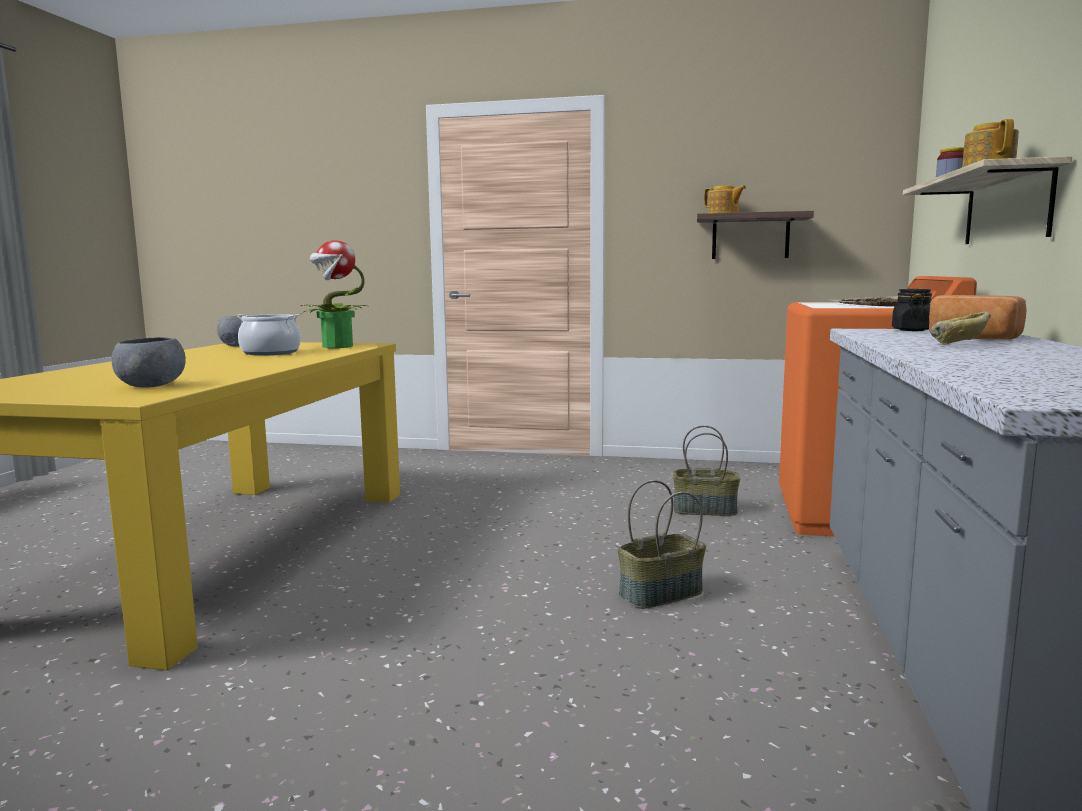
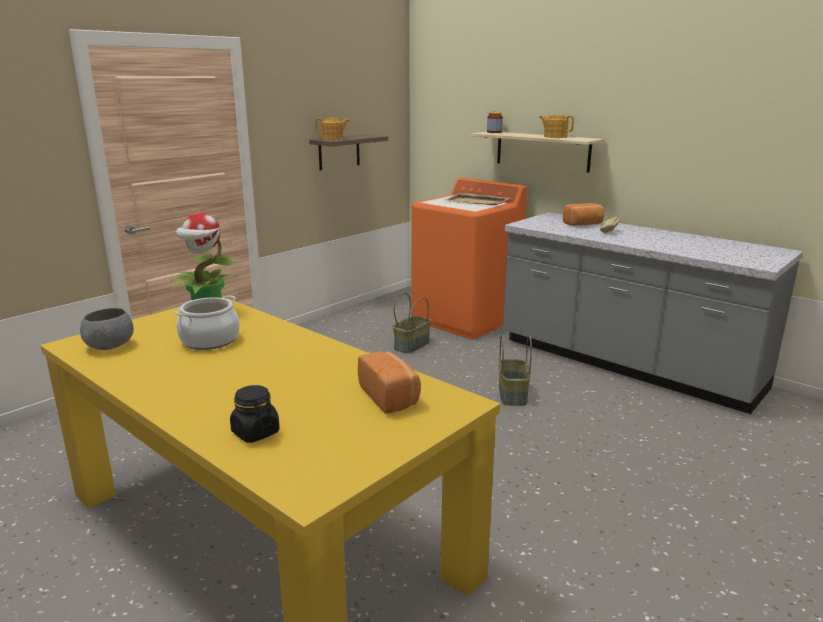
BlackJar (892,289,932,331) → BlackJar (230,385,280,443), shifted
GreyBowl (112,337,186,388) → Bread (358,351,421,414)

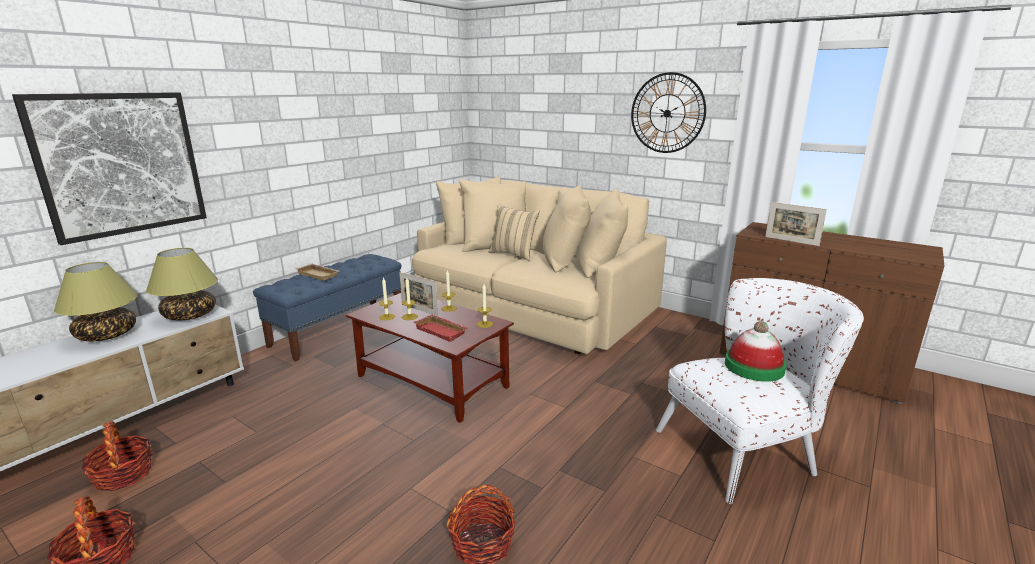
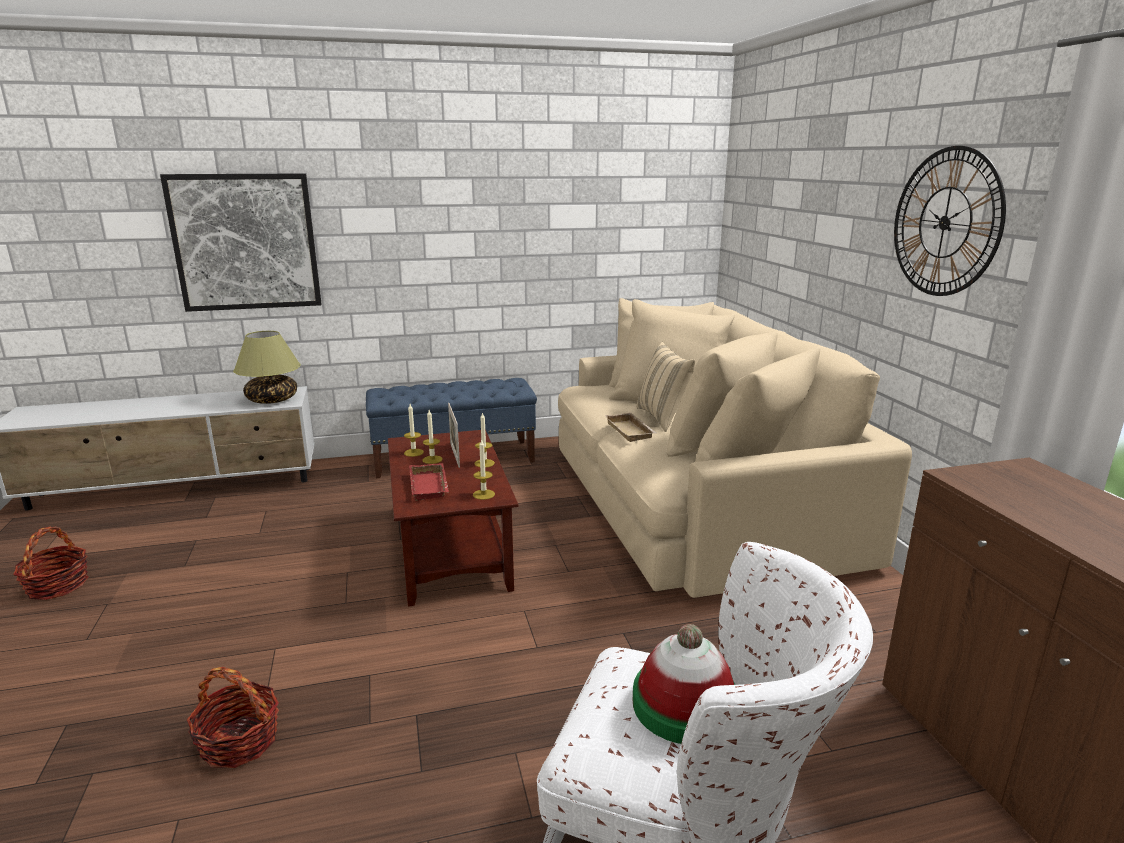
TableLamp (54,262,138,341) → -
Basket (82,421,153,491) → -
PictureFrame (765,202,827,246) → -
BeigeTray (295,264,339,281) → BeigeTray (605,413,656,442), shifted

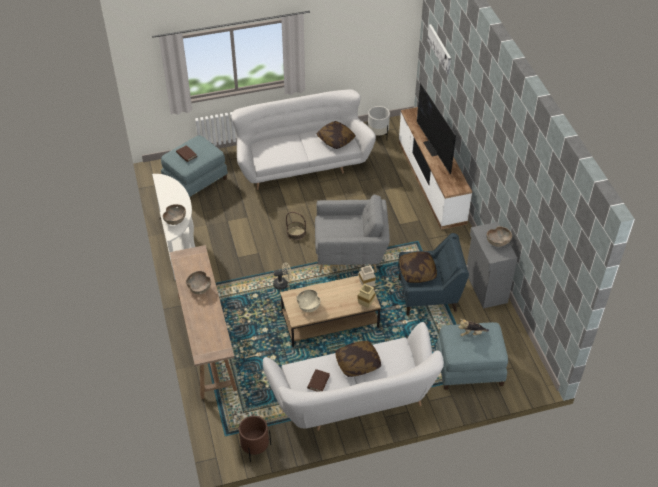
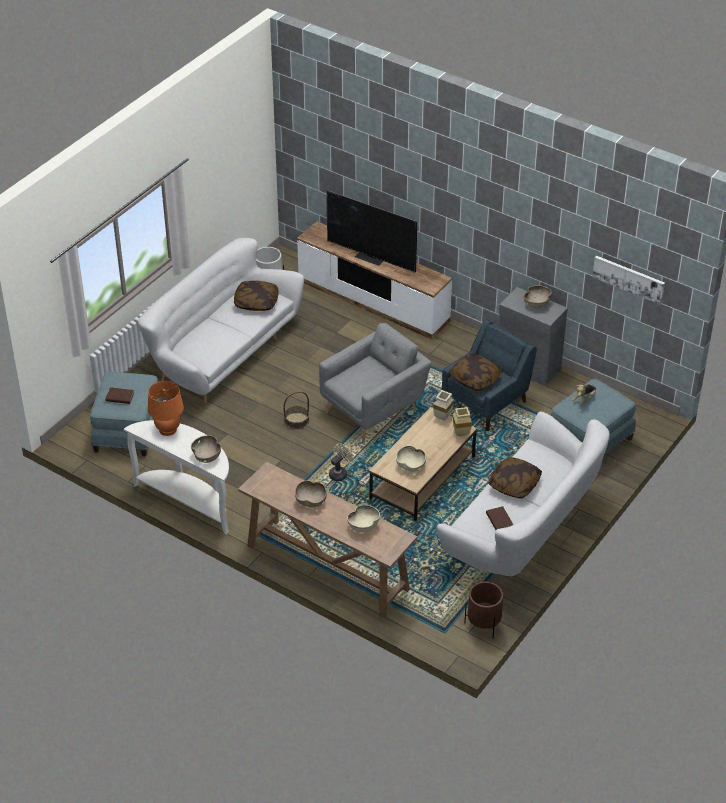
- → OrangeTableLamp (148,381,184,436)
- → BeigeBowl (347,505,380,532)
Picture (427,24,451,74) → Picture (592,256,665,305), shifted

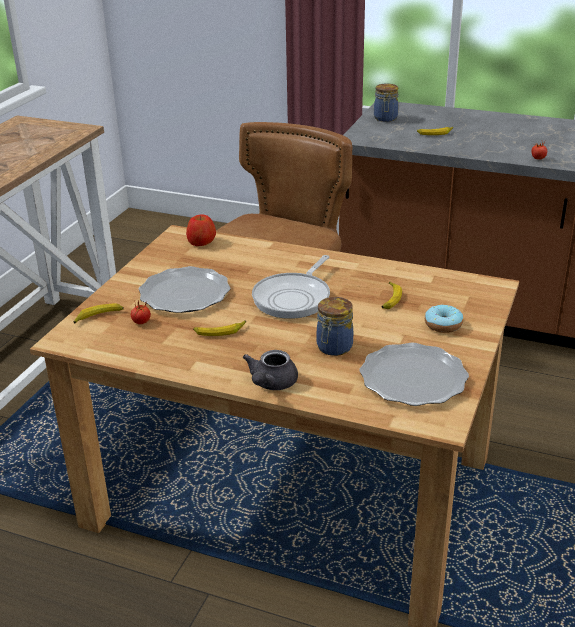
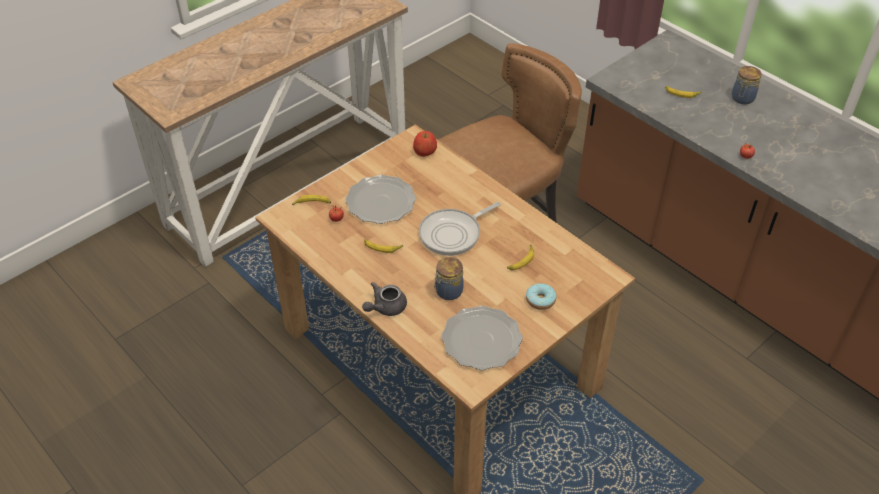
Jar (374,84,398,122) → Jar (732,66,762,104), shifted

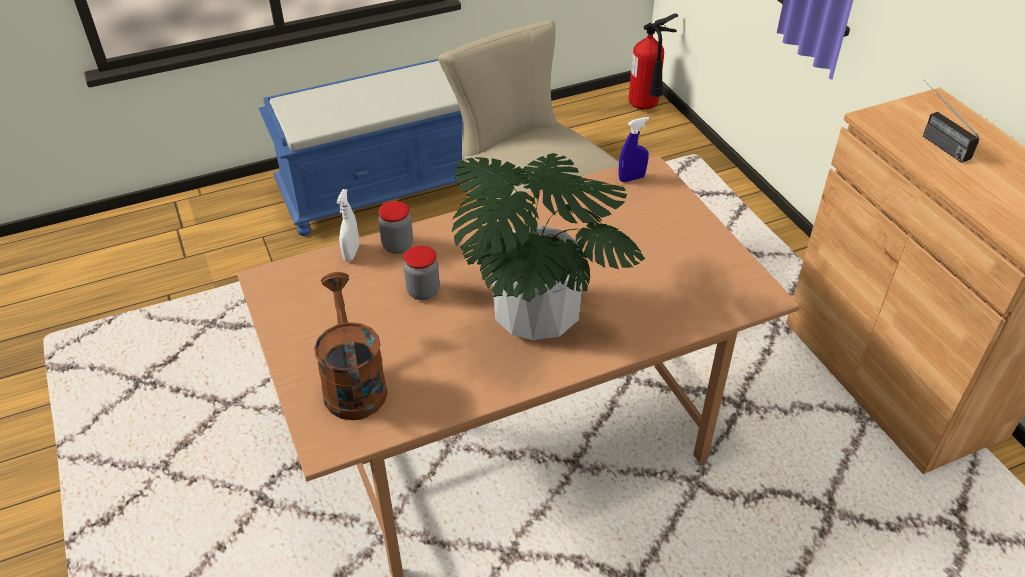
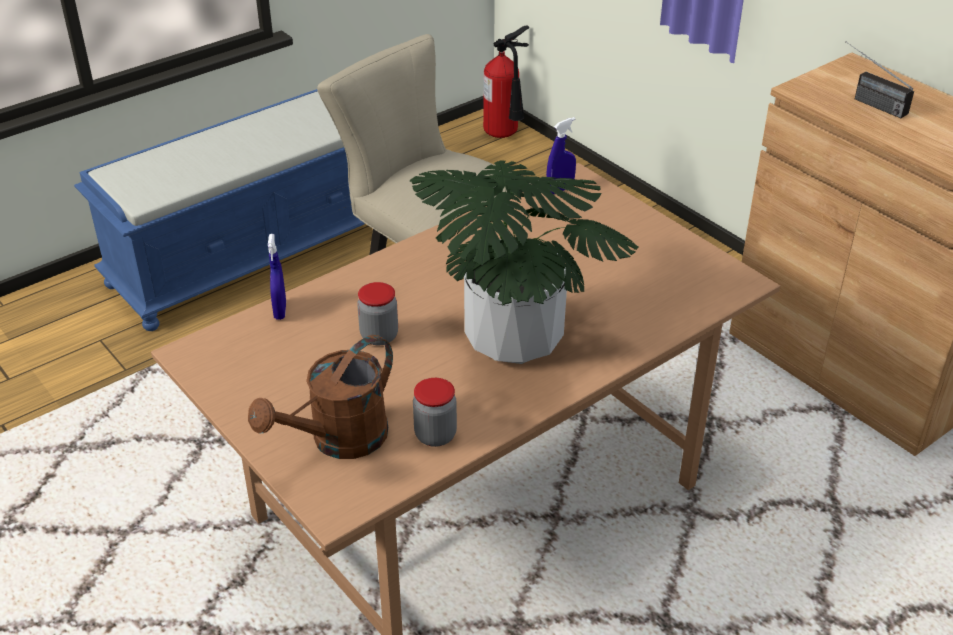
Jar (378,201,413,254) → Jar (413,378,457,447), shifted
WhiteSprayBottle (336,189,359,262) → BlueSprayBottle (268,234,286,320)
BrownWateringCan (314,272,387,420) → BrownWateringCan (248,335,393,459), 105 degrees counterclockwise

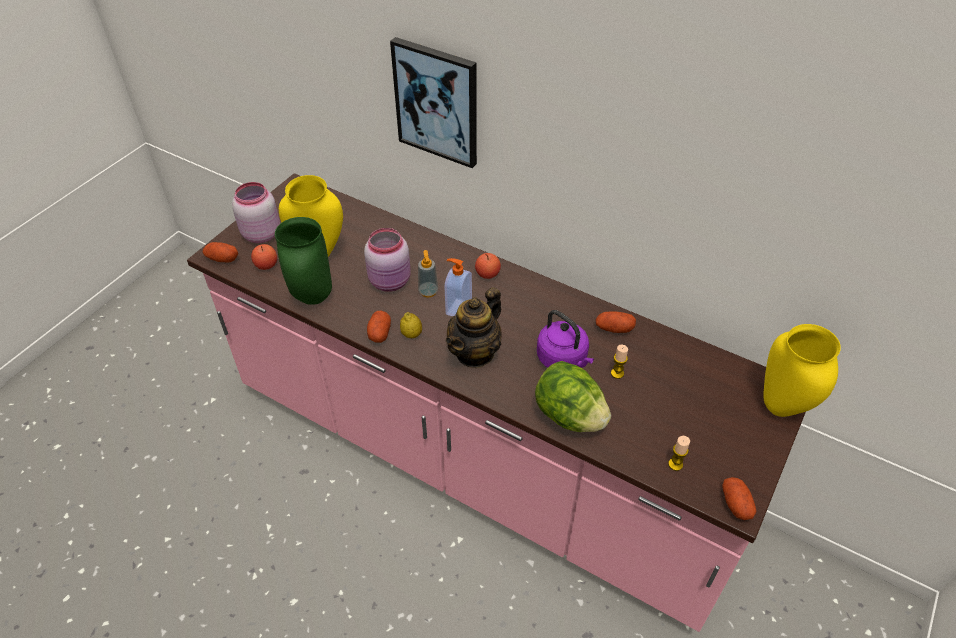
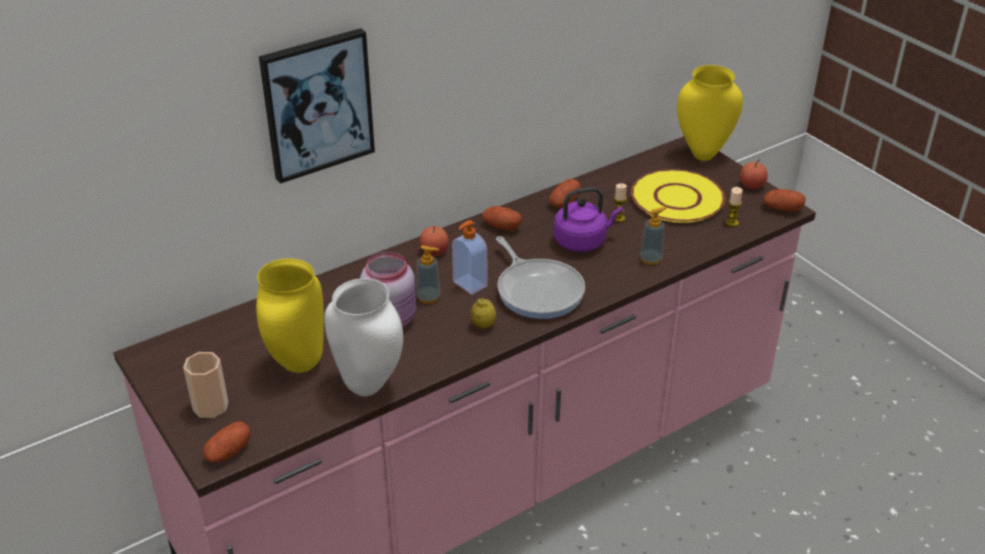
- → YellowPlate (631,169,725,223)
Apple (251,244,277,270) → Apple (740,160,768,189), shifted
Potato (367,311,391,343) → Potato (482,206,522,231), shifted
PinkJar (232,182,280,243) → Cup (183,352,228,418)
Teapot (446,287,502,368) → FryingPan (496,236,585,319)
Lettuce (535,361,611,432) → SoapDispenser (640,207,667,265)
GreenVase (275,217,332,305) → WhiteVase (324,278,403,396)

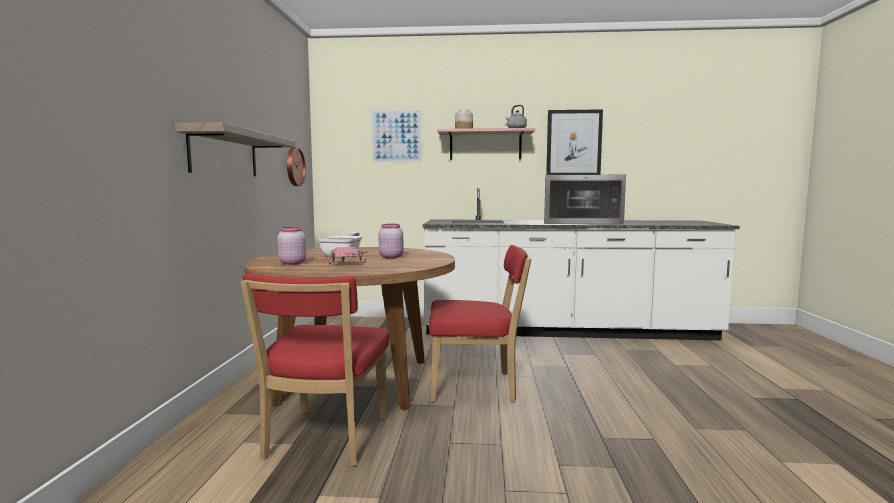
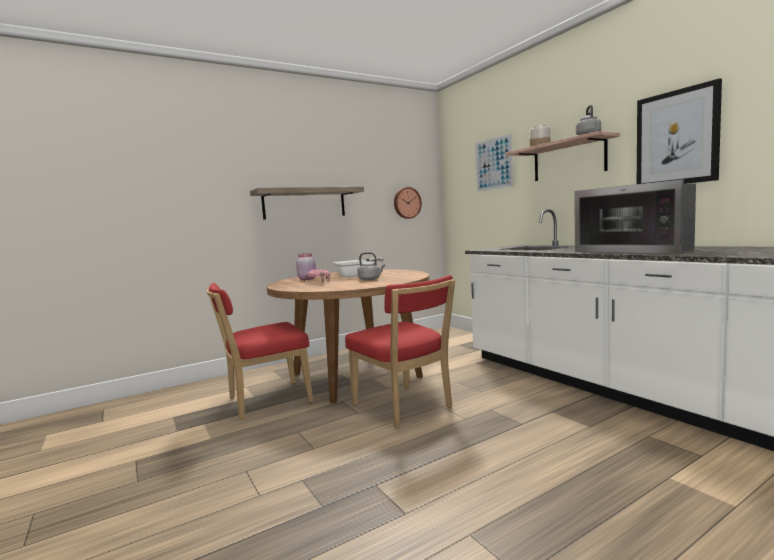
PinkJar (379,224,403,258) → GreyKettle (358,252,385,280)

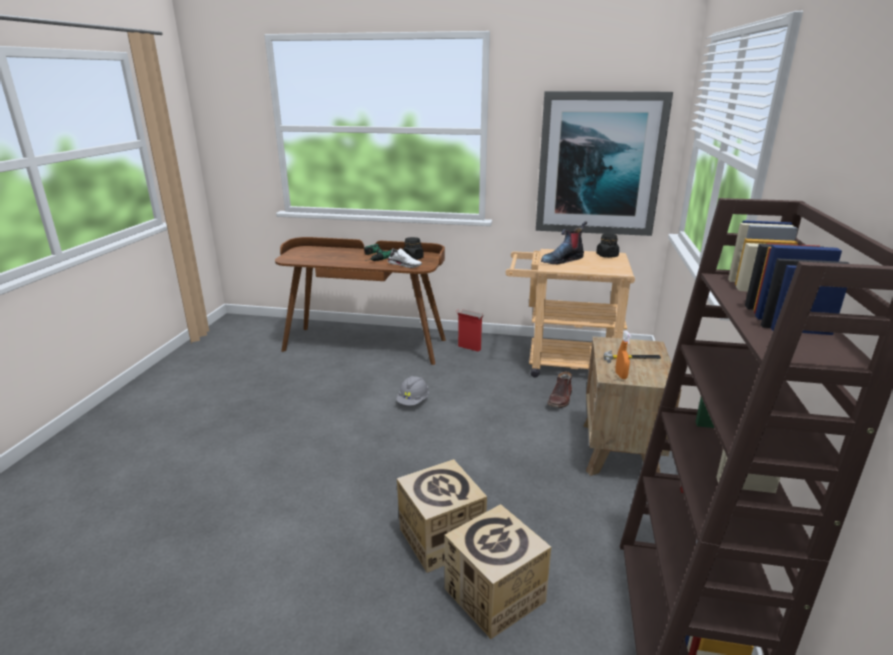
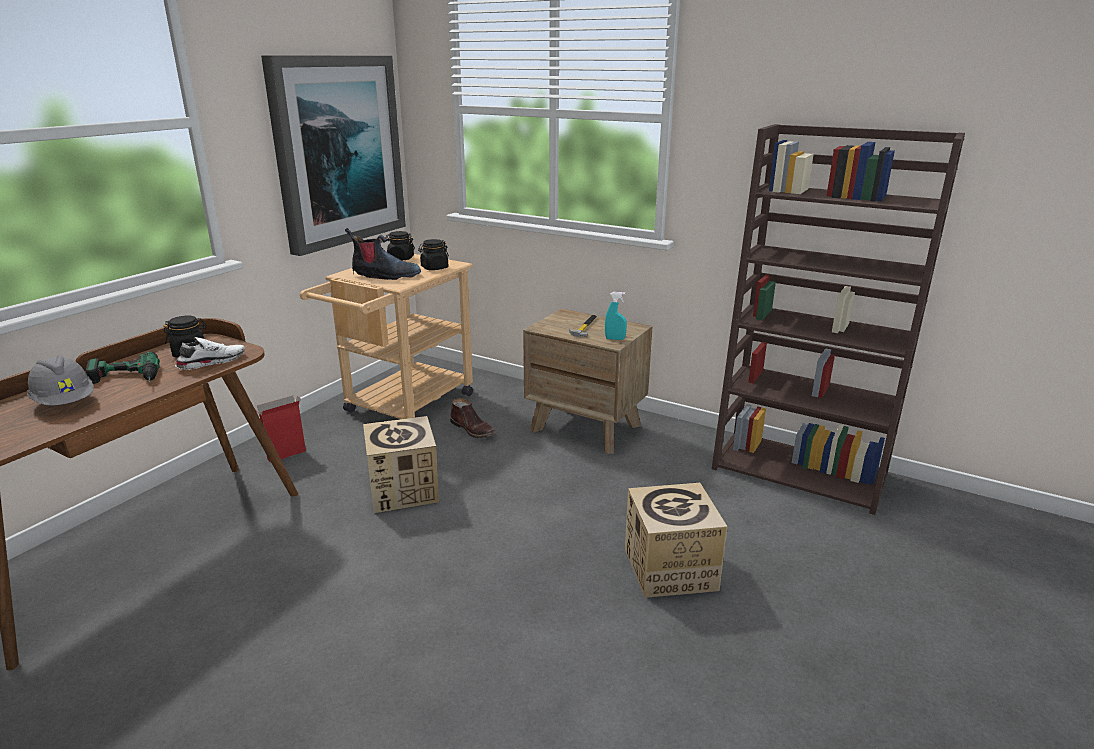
- → BlackJar (418,239,449,270)
GreyHardHat (396,376,429,406) → GreyHardHat (27,355,94,406), shifted
CardboardBox (444,504,551,639) → CardboardBox (363,416,439,513), shifted
OrangeSprayBottle (615,331,631,379) → TurquoiseSprayBottle (605,292,627,340)
Boot (541,221,587,265) → Boot (345,228,421,280), 75 degrees counterclockwise

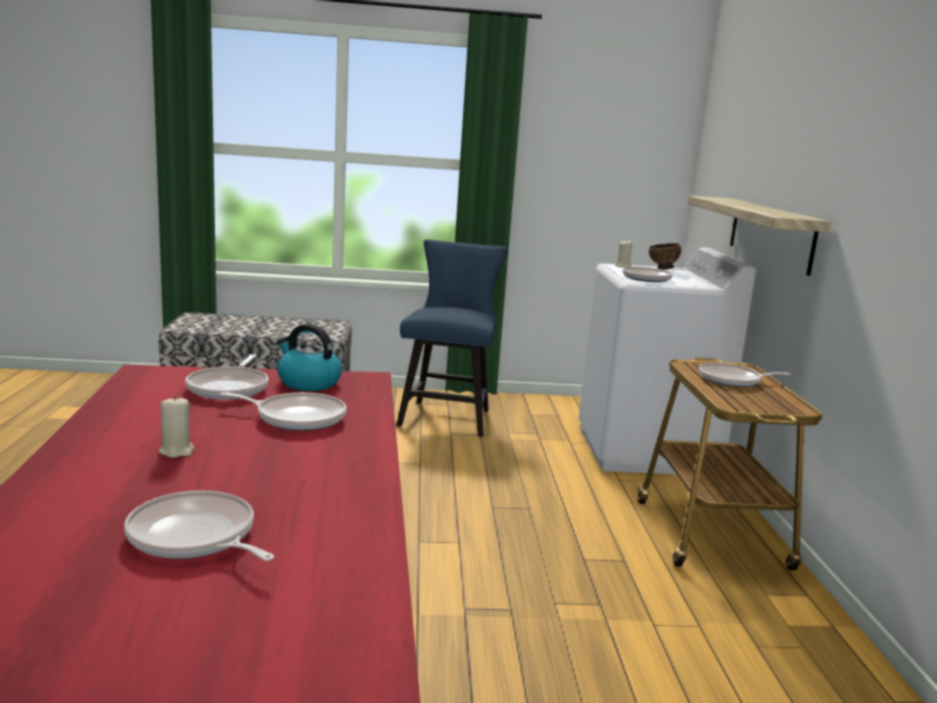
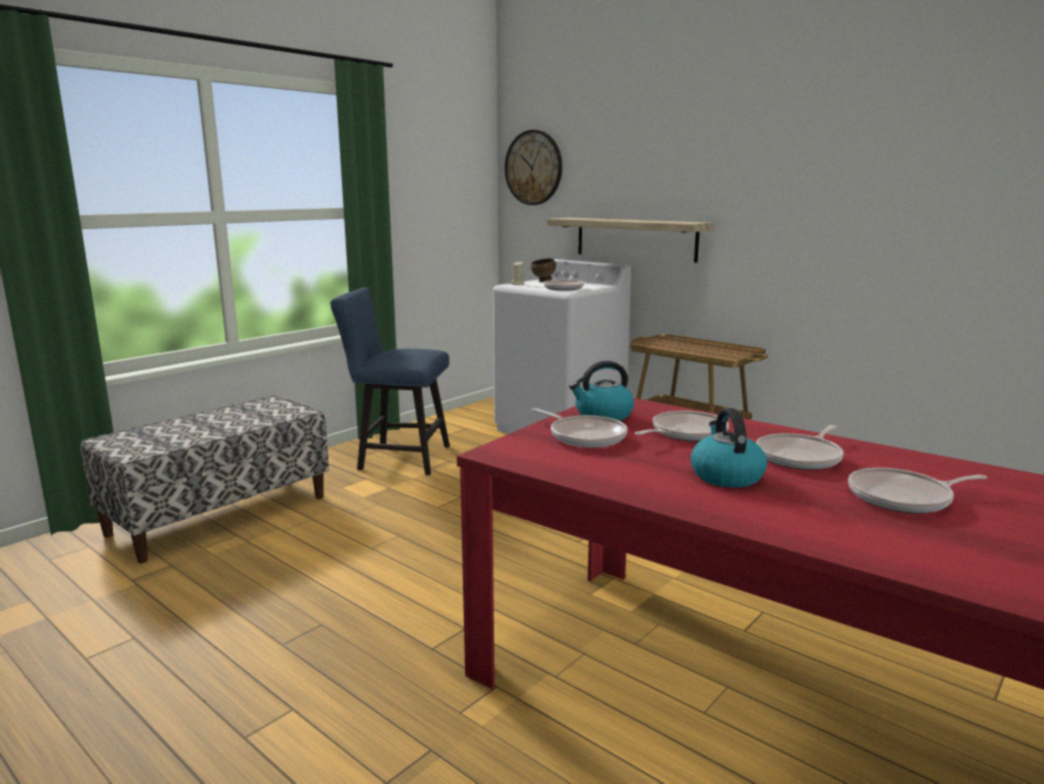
- → WallClock (505,130,562,205)
FryingPan (699,363,791,387) → FryingPan (756,425,844,470), shifted
BeigeCandle (159,396,194,458) → Kettle (690,408,767,488)
BlueChair (396,239,508,437) → BlueChair (330,287,450,475), 45 degrees counterclockwise

